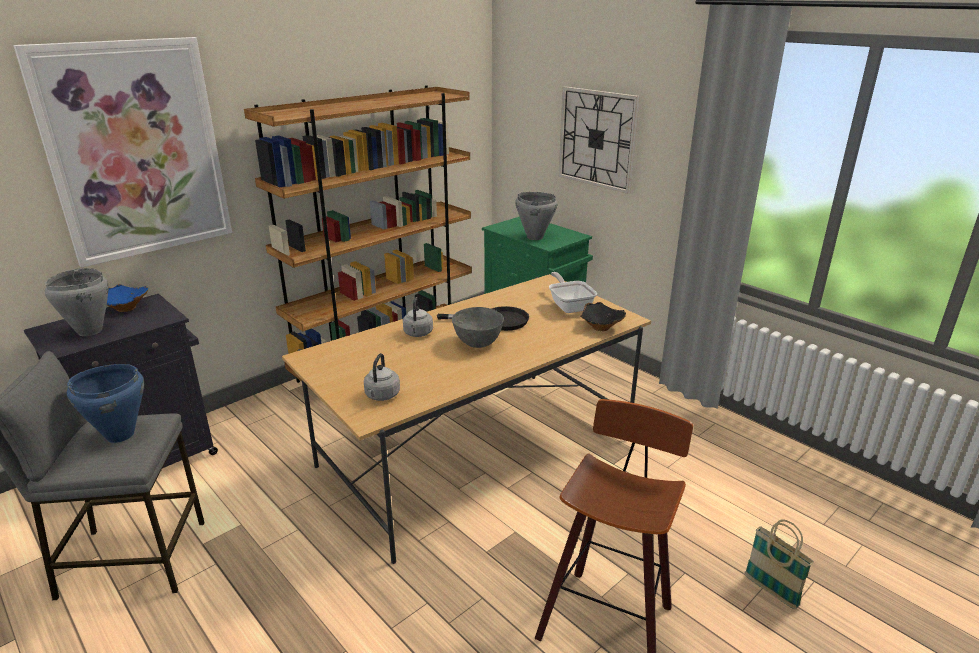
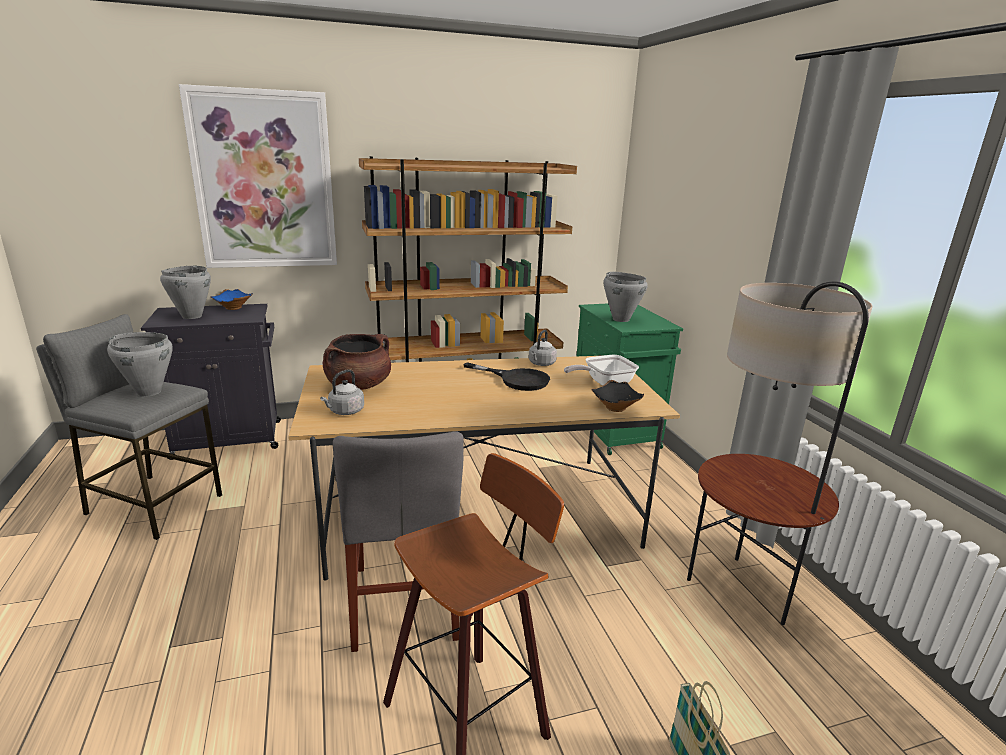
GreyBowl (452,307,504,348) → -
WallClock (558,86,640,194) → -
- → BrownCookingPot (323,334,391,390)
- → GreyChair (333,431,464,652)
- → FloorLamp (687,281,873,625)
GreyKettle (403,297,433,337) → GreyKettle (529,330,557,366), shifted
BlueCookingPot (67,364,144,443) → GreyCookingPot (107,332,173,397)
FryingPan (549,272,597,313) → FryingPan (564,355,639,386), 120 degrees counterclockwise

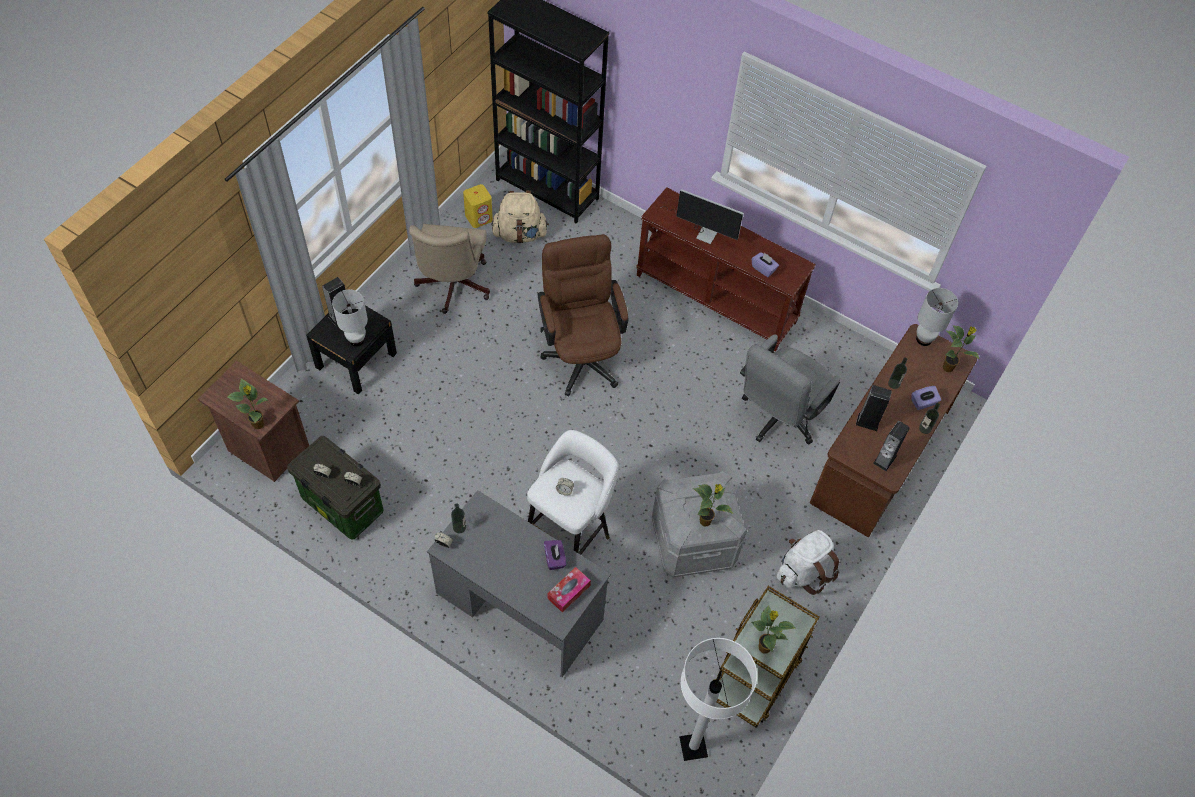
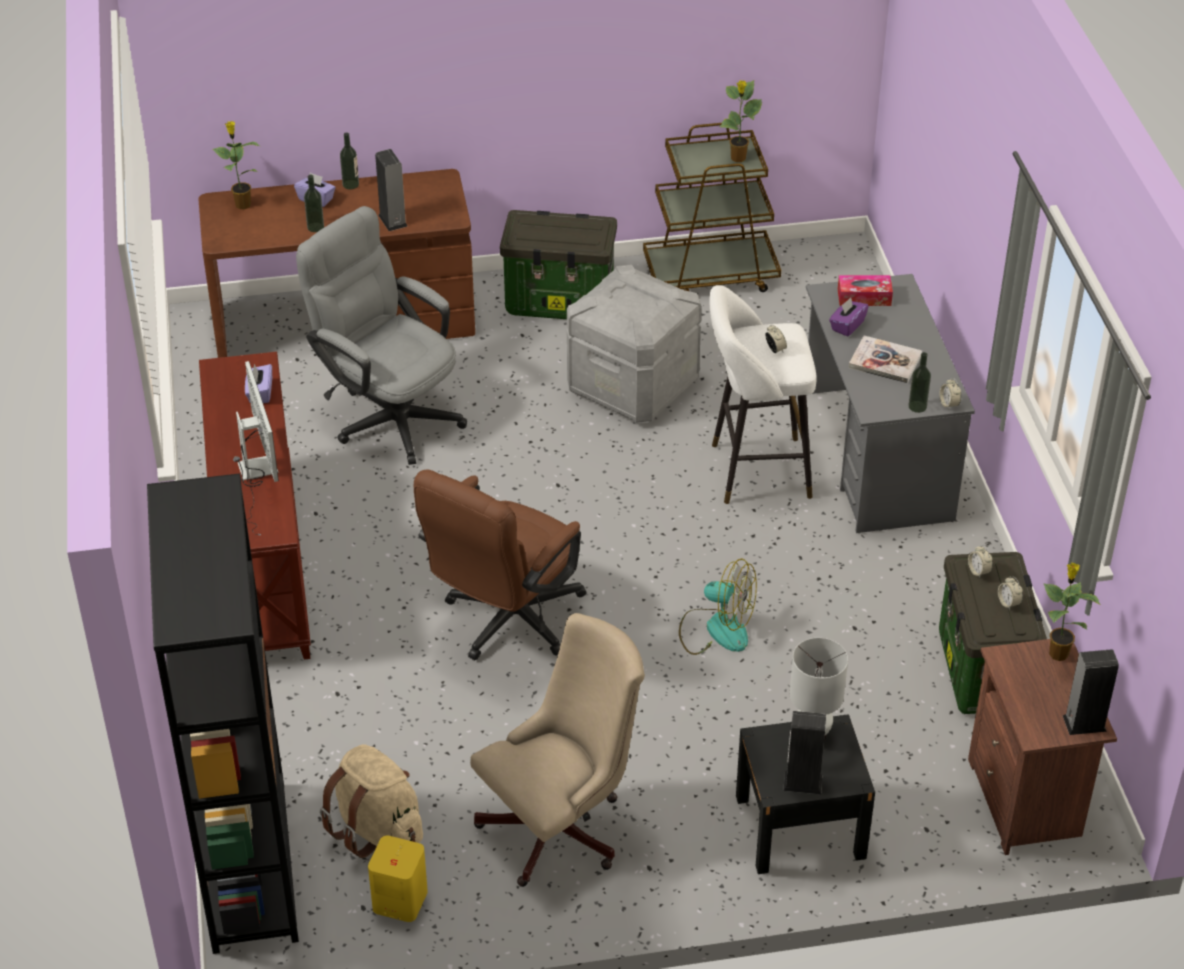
WhiteFloorLamp (679,638,757,761) → -
PottedPlant (693,484,733,526) → -
WhiteTableLamp (916,288,958,346) → -
- → Fan (679,558,757,655)
- → Book (848,336,922,384)
Speaker (873,421,910,471) → Speaker (1063,649,1119,735), shifted
WhiteBackpack (777,530,839,595) → StorageBox (500,210,617,319)
GreyOfficeChair (740,334,840,445) → GreyOfficeChair (296,206,467,465), 135 degrees counterclockwise

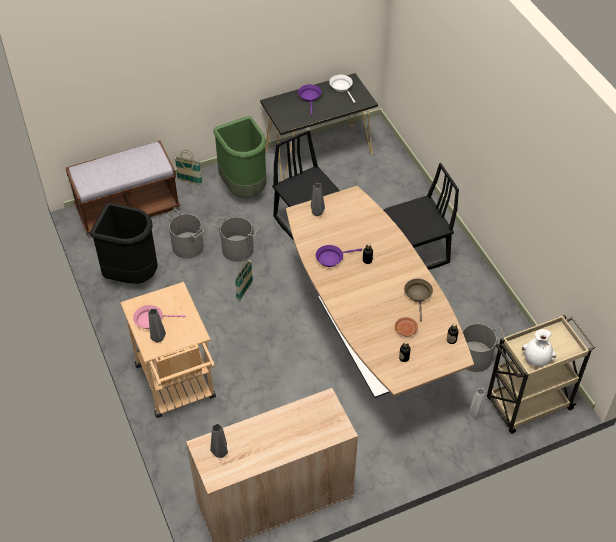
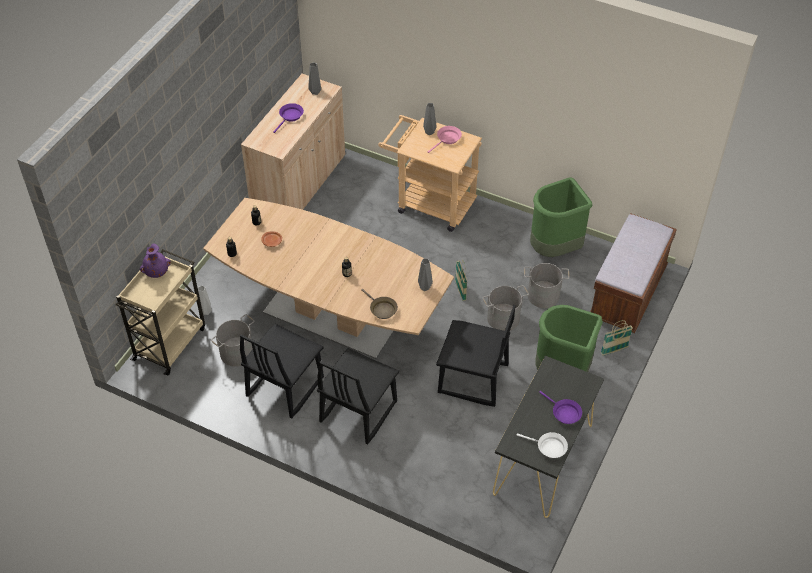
- → BlackChair (240,324,324,418)
PurpleFryingPan (316,245,362,267) → PurpleFryingPan (273,103,304,133), shifted
BrownFryingPan (404,279,433,322) → BrownFryingPan (361,289,398,319), shifted
BlackTrashCan (90,203,158,284) → GreenTrashCan (530,178,592,257)
WhiteVase (522,329,556,367) → PurpleVase (140,243,171,278)

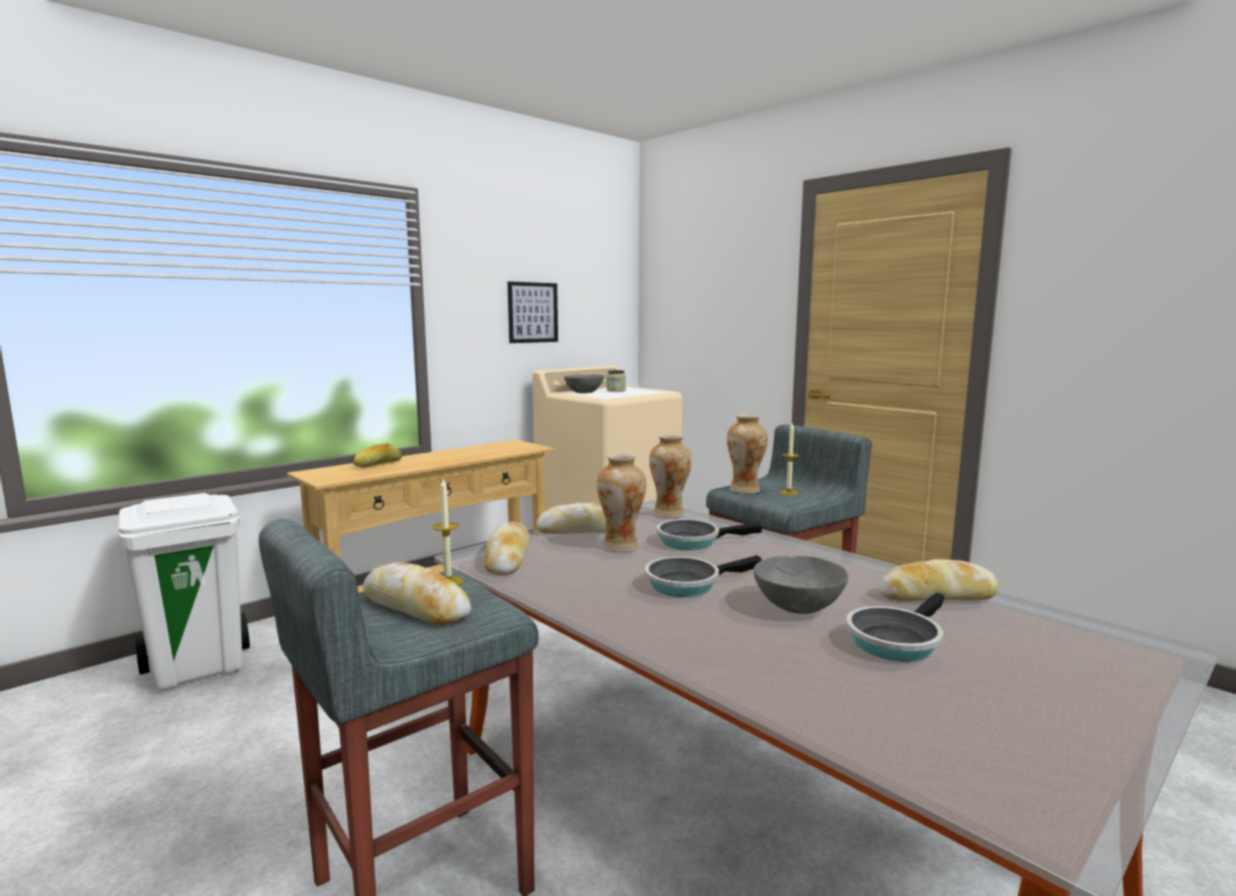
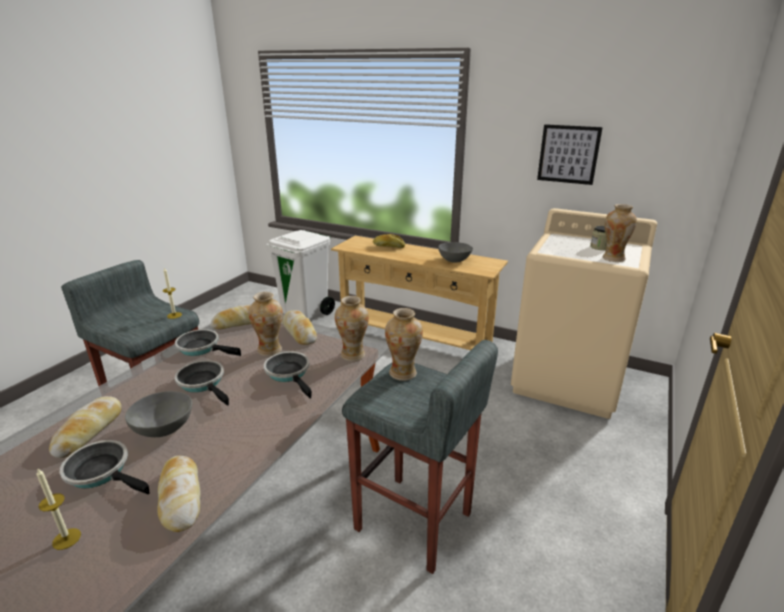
- → FryingPan (175,329,241,356)
- → Vase (602,204,637,262)
Bread (363,562,471,625) → Bread (49,396,122,458), shifted
GreyBowl (564,374,604,393) → GreyBowl (438,242,473,262), shifted
Candle (779,423,799,495) → Candle (36,469,81,550), shifted

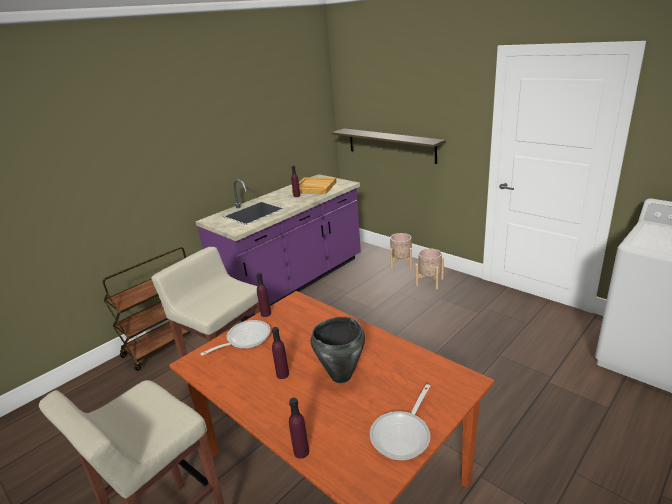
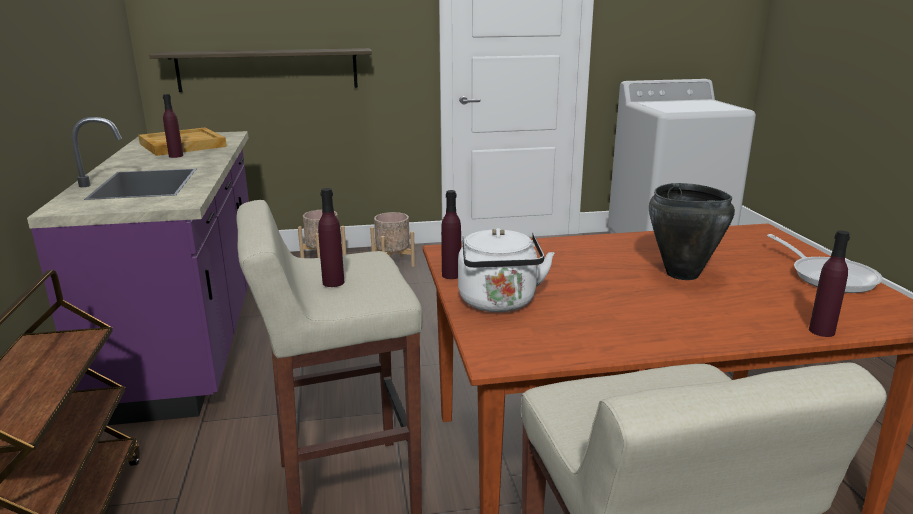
PurpleBottle (272,327,289,379) → PurpleBottle (318,188,344,287), shifted
FryingPan (200,320,271,356) → WhiteKettle (458,228,554,312)

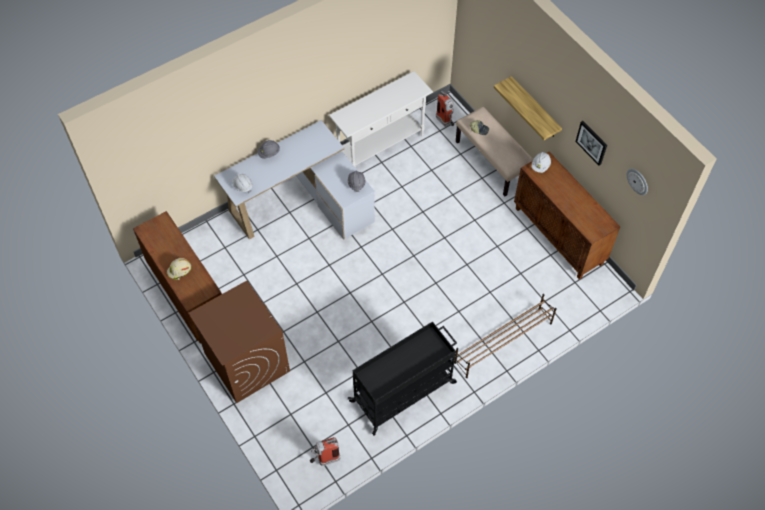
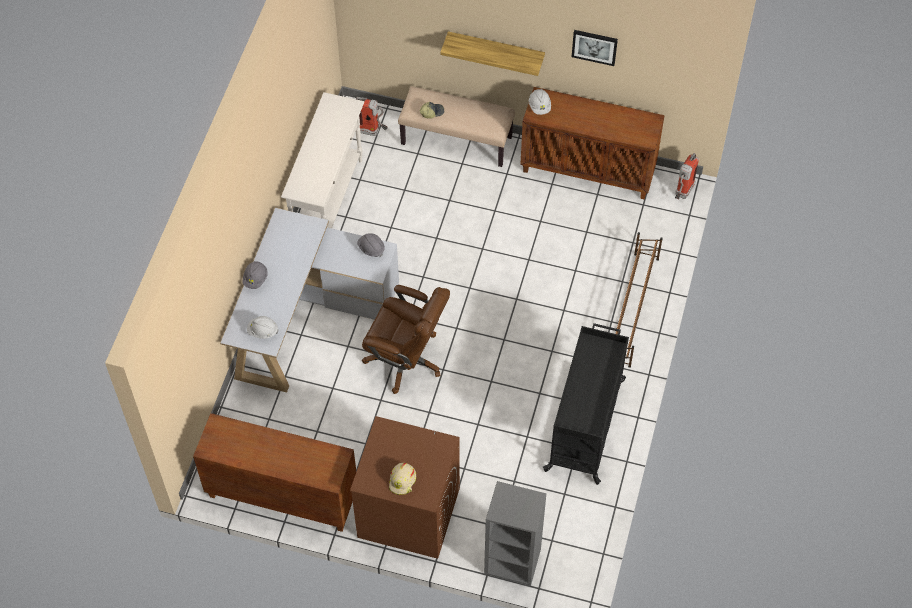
WallClock (627,169,648,195) → -
- → BrownOfficeChair (362,285,450,394)
- → GreyBookcase (484,481,546,586)
BeigeHardHat (167,258,191,280) → BeigeHardHat (389,463,416,495), shifted
FireExtinguisher (310,437,340,466) → FireExtinguisher (675,153,699,199), shifted

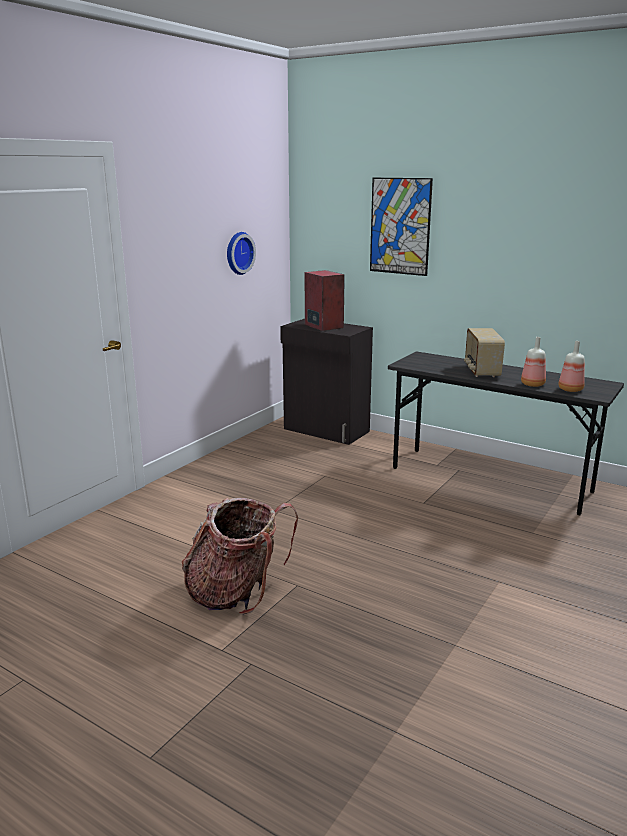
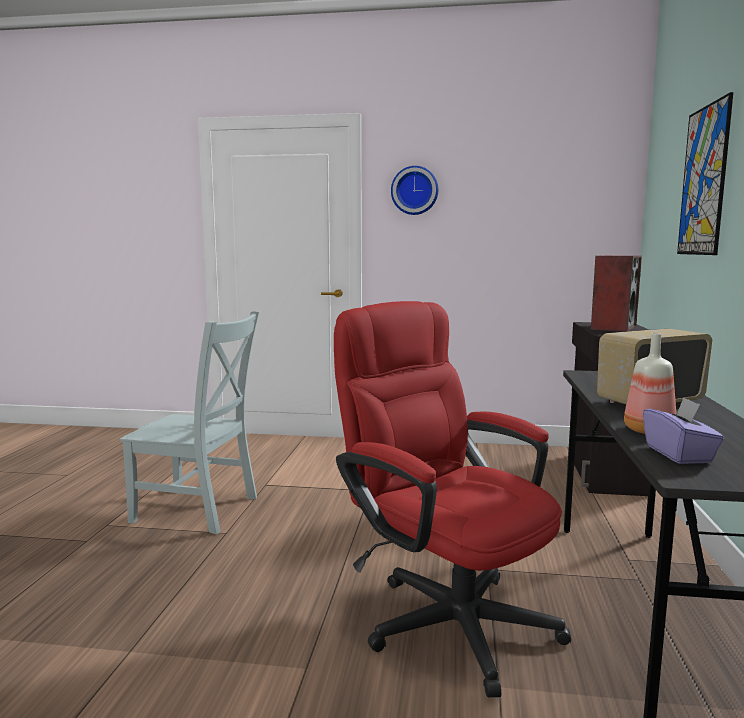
- → RedOfficeChair (334,301,571,697)
WallClock (227,232,256,275) → WallClock (391,166,438,215), shifted
Backpack (182,498,298,615) → GreyChair (120,311,260,534)
Bottle (558,341,585,392) → PurpleTissueBox (643,397,724,464)

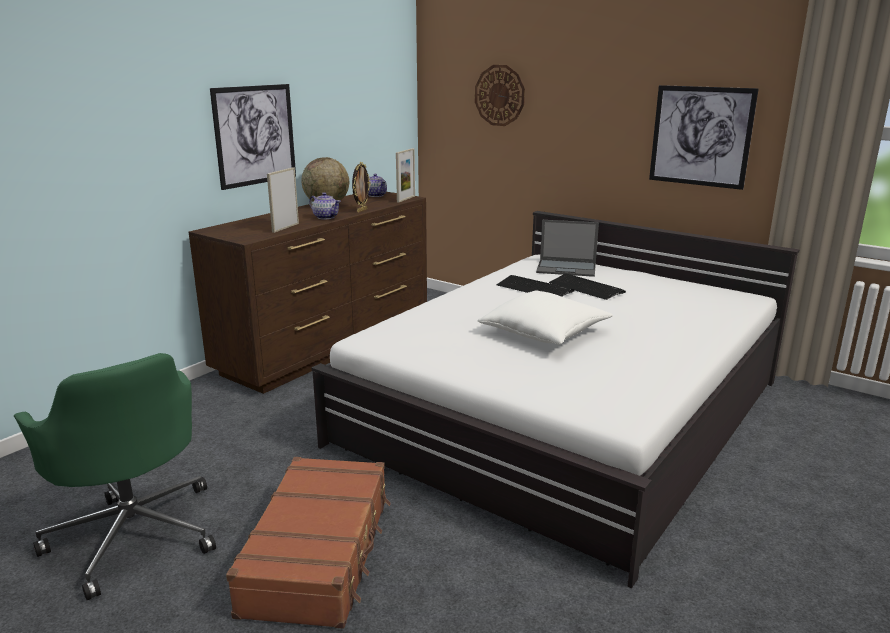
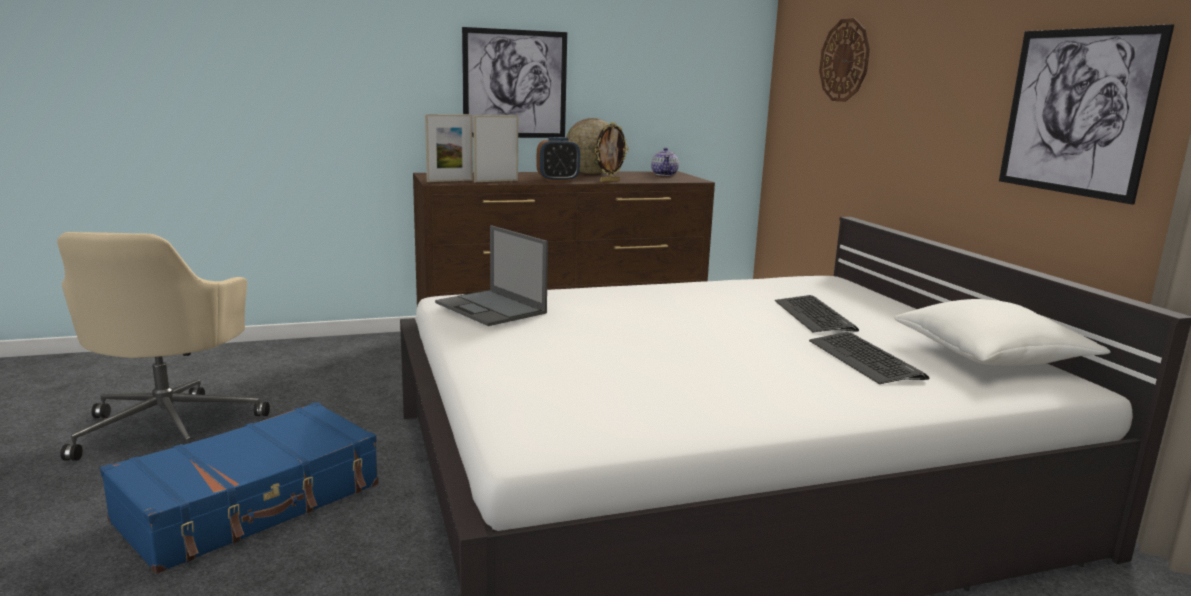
PictureFrame (396,148,415,203) → PictureFrame (425,114,473,182), shifted
WhitePillow (477,291,613,345) → WhitePillow (894,299,1111,366), shifted
Keyboard (497,275,574,297) → Keyboard (809,332,929,384), shifted
Laptop (536,220,599,277) → Laptop (435,225,548,326), shifted
Teapot (309,192,341,219) → AlarmClock (536,137,580,182)
GreenOfficeChair (14,353,216,600) → BeigeOfficeChair (57,232,270,461)
BrownSuitcase (226,457,391,629) → BlueSuitcase (100,402,379,574)

